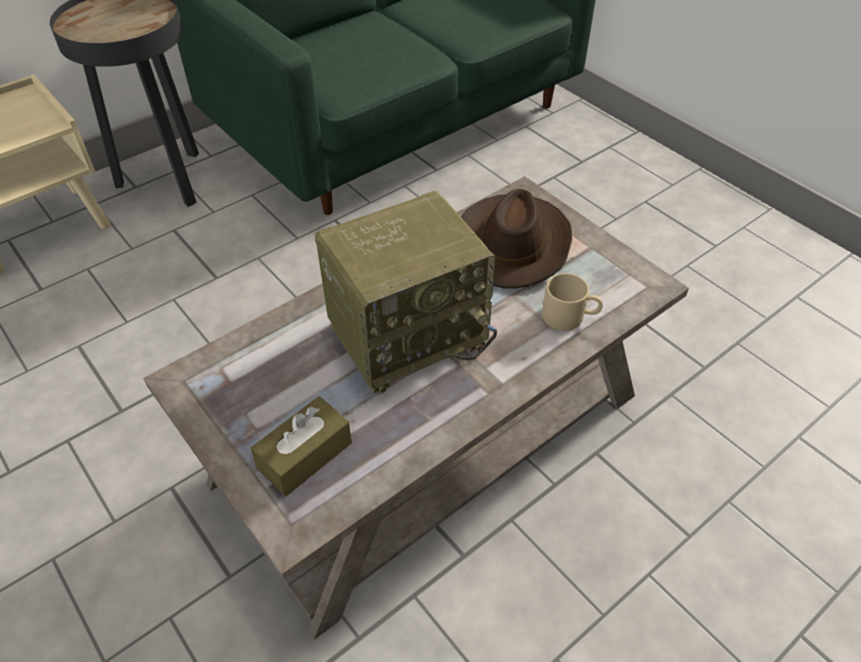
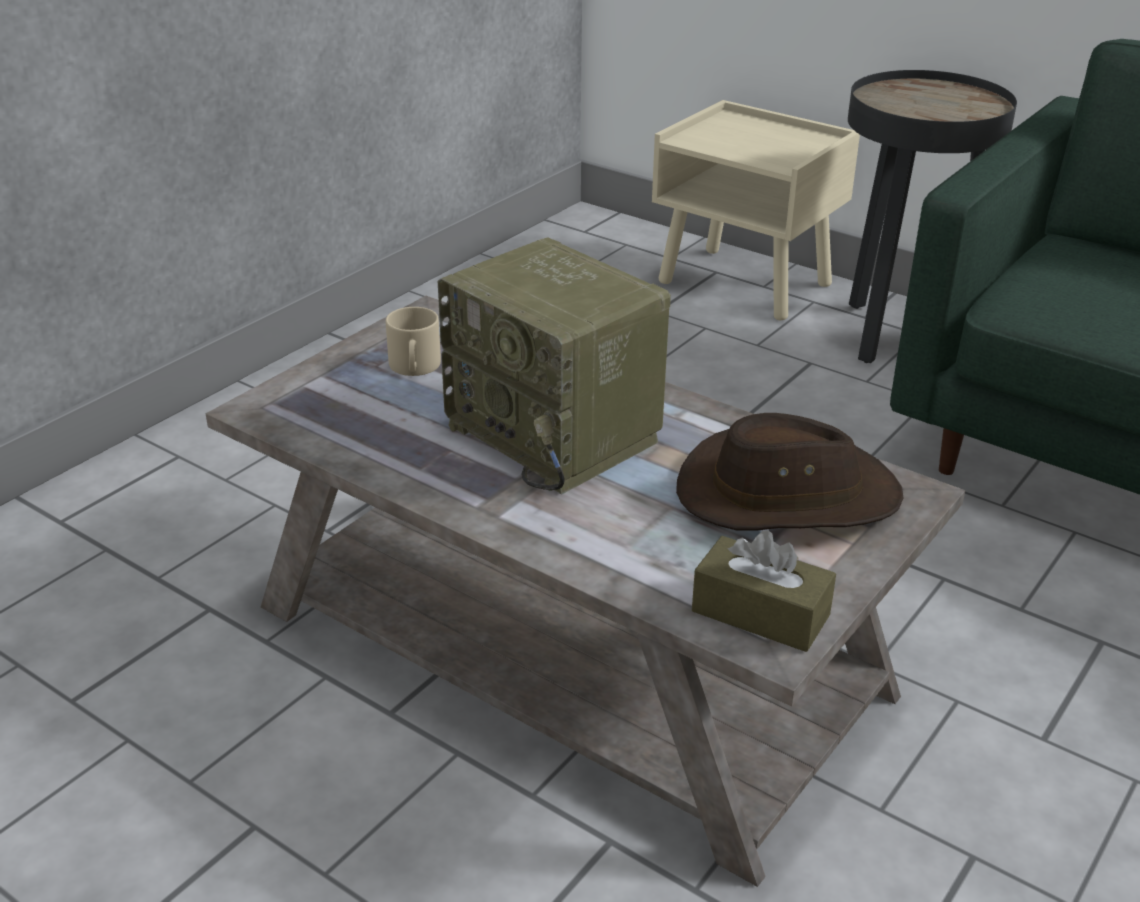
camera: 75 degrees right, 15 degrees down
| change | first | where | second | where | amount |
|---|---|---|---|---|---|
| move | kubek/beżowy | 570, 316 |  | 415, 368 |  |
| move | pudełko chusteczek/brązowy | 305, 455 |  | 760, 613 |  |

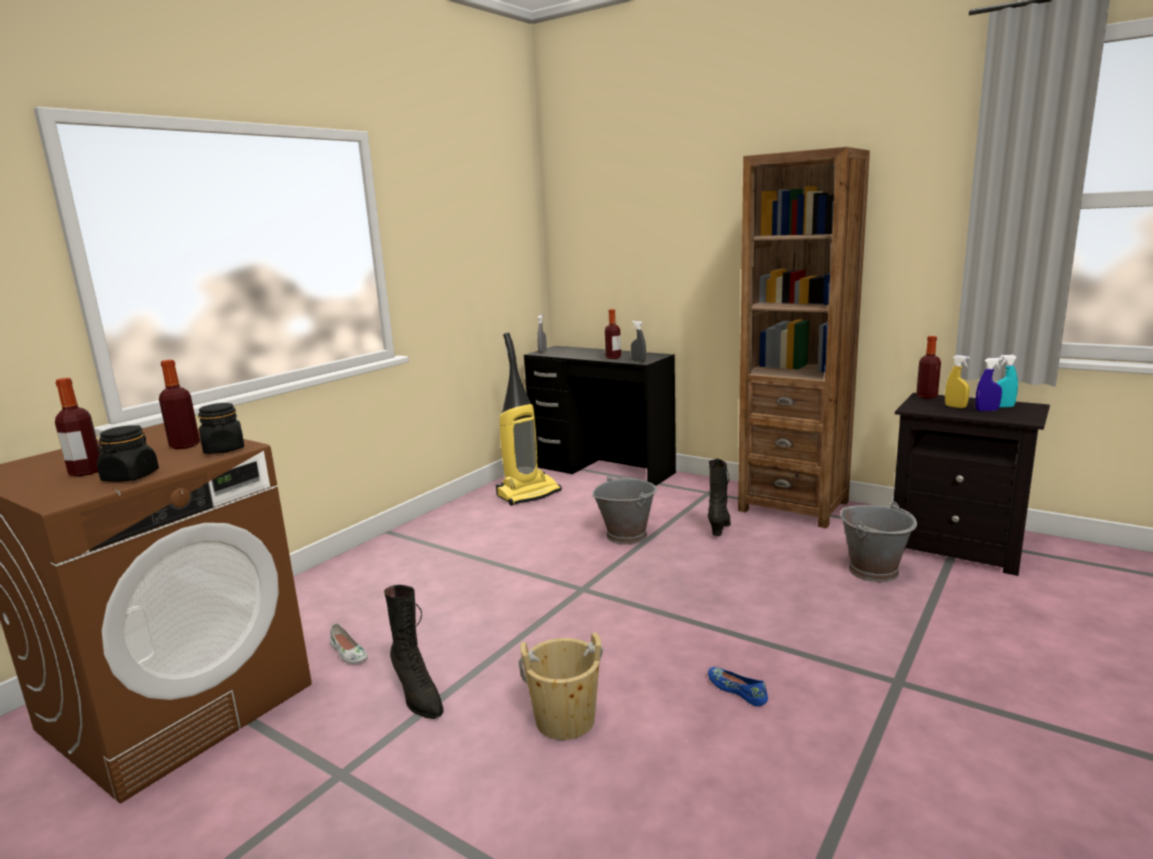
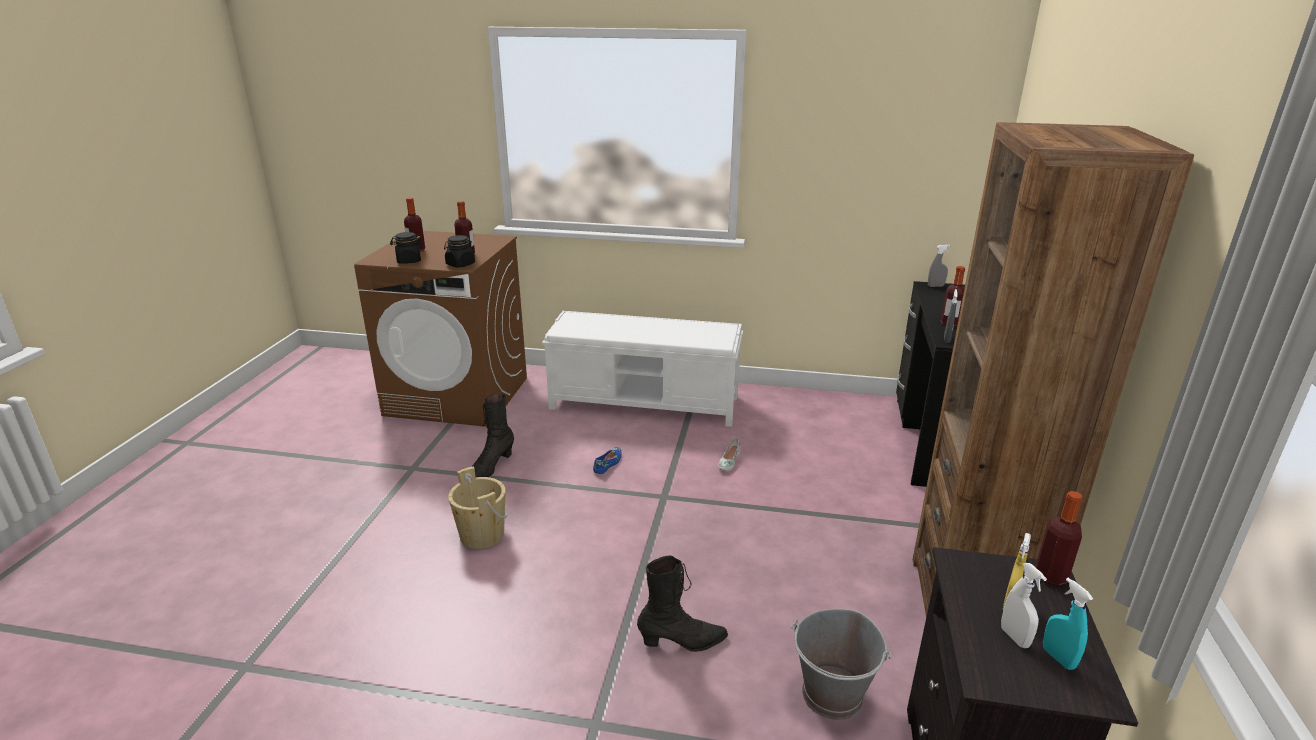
camera: 65 degrees right, 10 degrees up
| change | first | where | second | where | amount |
|---|---|---|---|---|---|
| insert |  |  | ławka/biały | 646, 403 |  |
| move | but/niebieski | 737, 690 |  | 608, 463 |  |
| move | but z cholewką/czarny | 719, 527 |  | 683, 642 |  |
| move | but/biały | 348, 653 |  | 728, 461 |  |
| recolor | spryskiwacz/niebieski | 986, 410 | spryskiwacz/biały | 1014, 637 |  |
| delete | odkurzacz | 528, 494 |  |  |  |
| delete | wiadro/szary | 626, 535 |  |  |  |

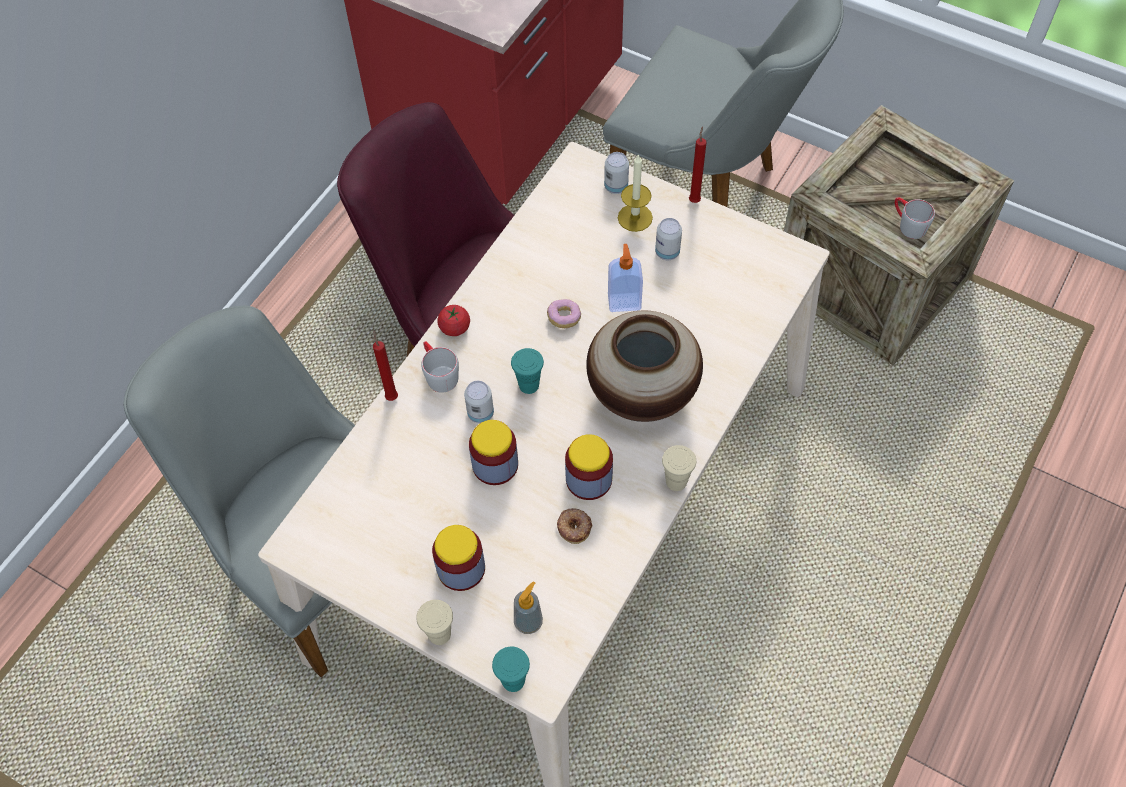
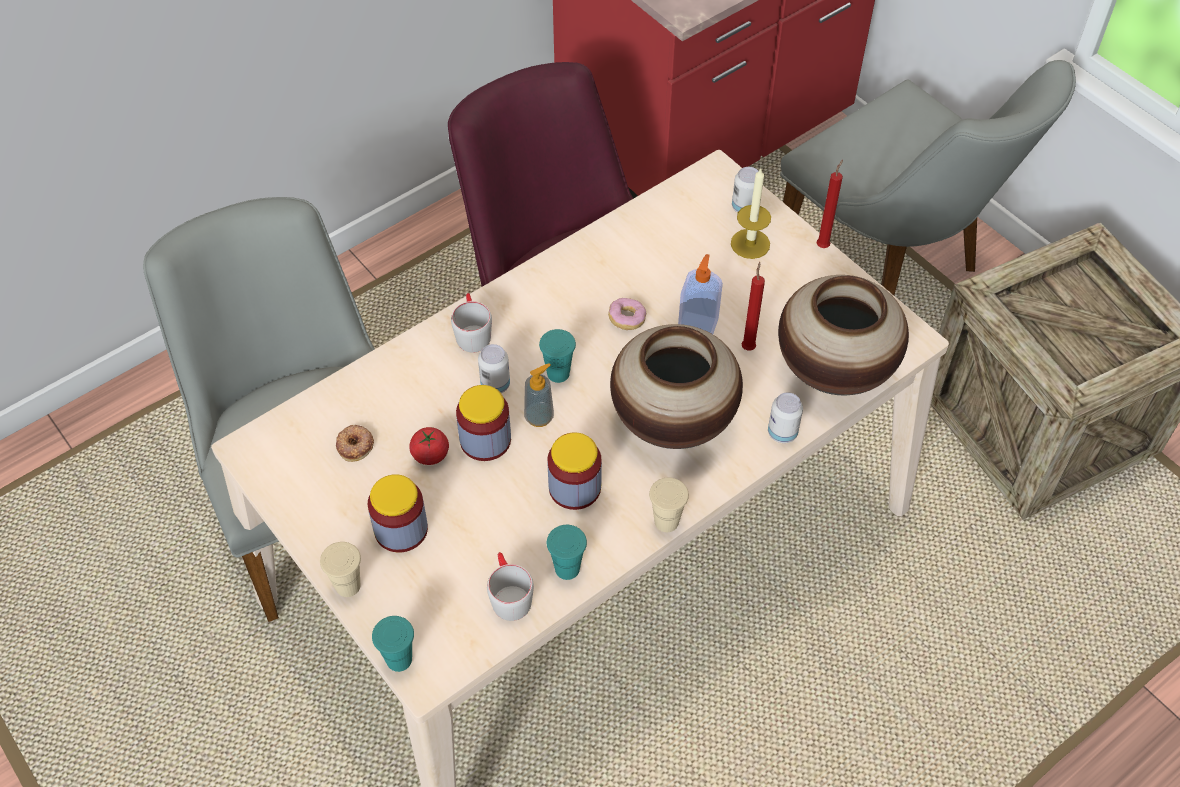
camera: 20 degrees right, 5 degrees down
| change | first | where | second | where | amount |
|---|---|---|---|---|---|
| move | donut | 574, 527 |  | 355, 445 |  |
| move | pomidor | 455, 328 |  | 430, 455 |  |
| move | kubek/szary | 907, 224 |  | 508, 594 |  |
| move | dozownik mydła | 528, 622 |  | 539, 417 |  |
| insert |  |  | filiżanka/turkusowy | 567, 569 |  |
| move | świeca/czerwony | 391, 396 |  | 748, 346 |  |
| move | puszka | 667, 252 |  | 782, 433 |  |
| insert |  |  | wazon | 834, 369 |  |

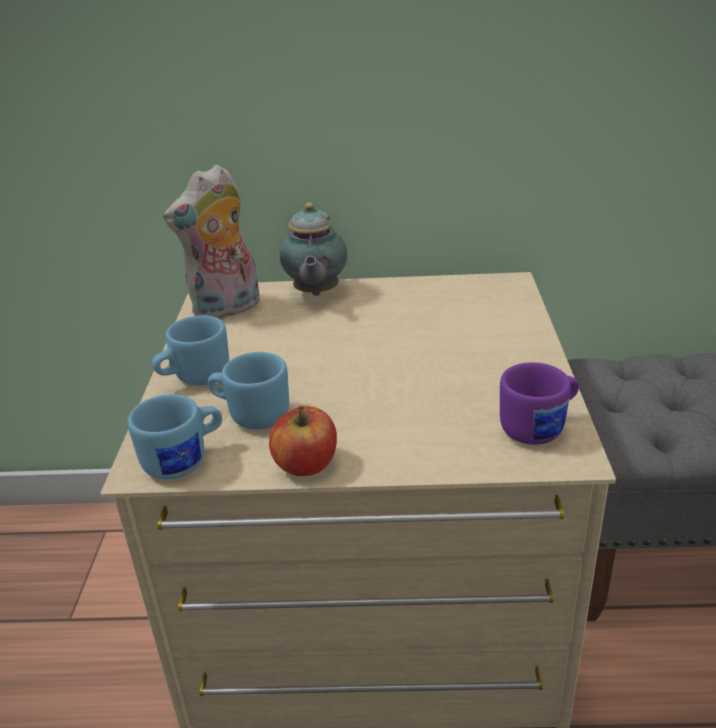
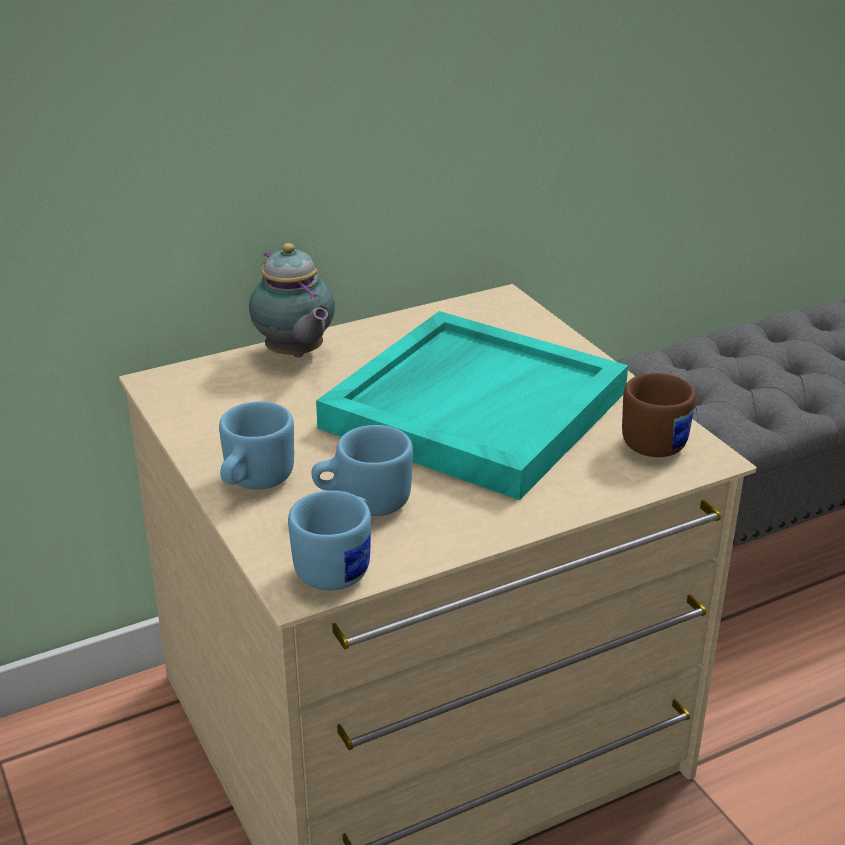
camera: 30 degrees left, 0 degrees up
| change | first | where | second | where | amount |
|---|---|---|---|---|---|
| insert |  |  | taca/turkusowy | 474, 408 |  |
| recolor | kubek/fioletowy | 540, 428 | kubek/brązowy | 659, 440 |  |
| delete | pluszak | 227, 309 |  |  |  |
| delete | jabłko | 306, 464 |  |  |  |

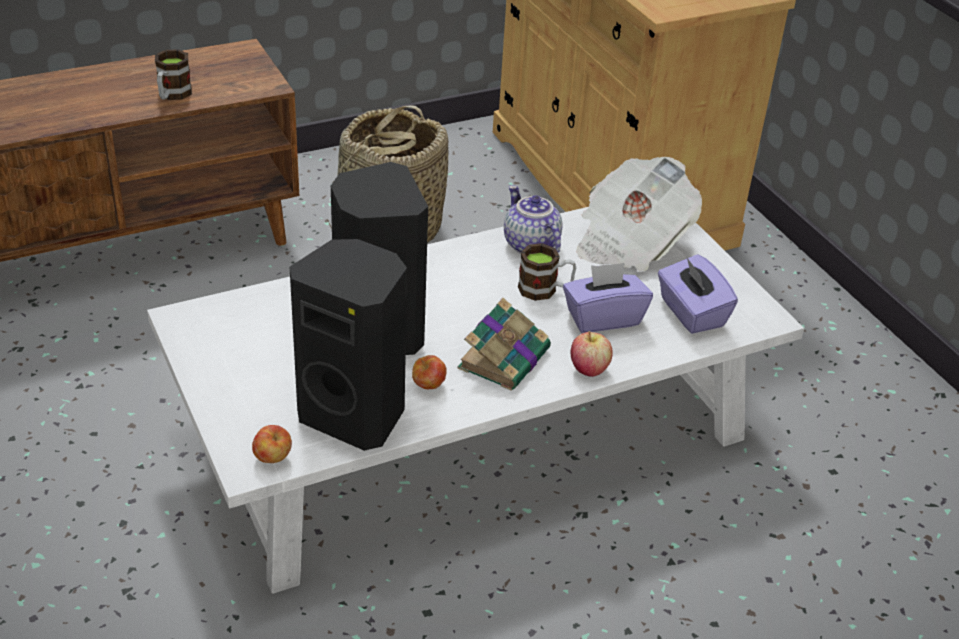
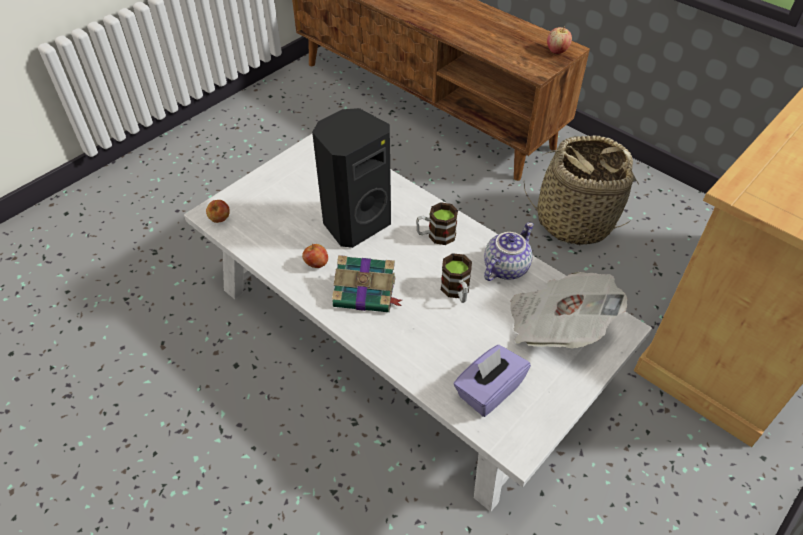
camera: 70 degrees right, 10 degrees up
| change | first | where | second | where | amount |
|---|---|---|---|---|---|
| move | kubek | 172, 95 |  | 436, 235 |  |
| move | jabłko | 589, 369 |  | 557, 51 |  |
| delete | głośnik/czarny | 355, 414 |  |  |  |
| delete | pudełko chusteczek/fioletowy | 603, 318 |  |  |  |

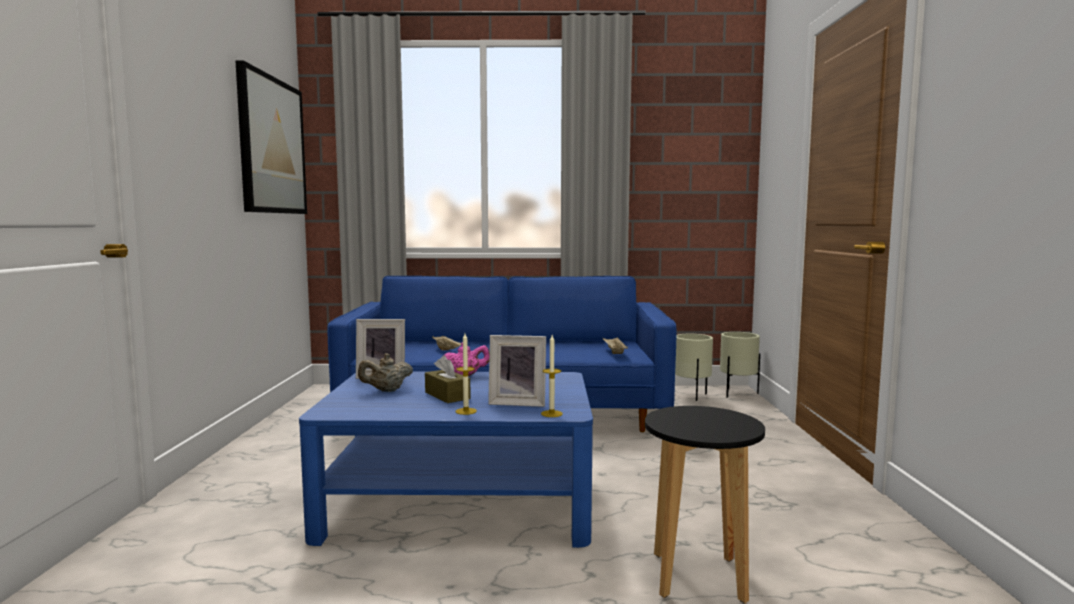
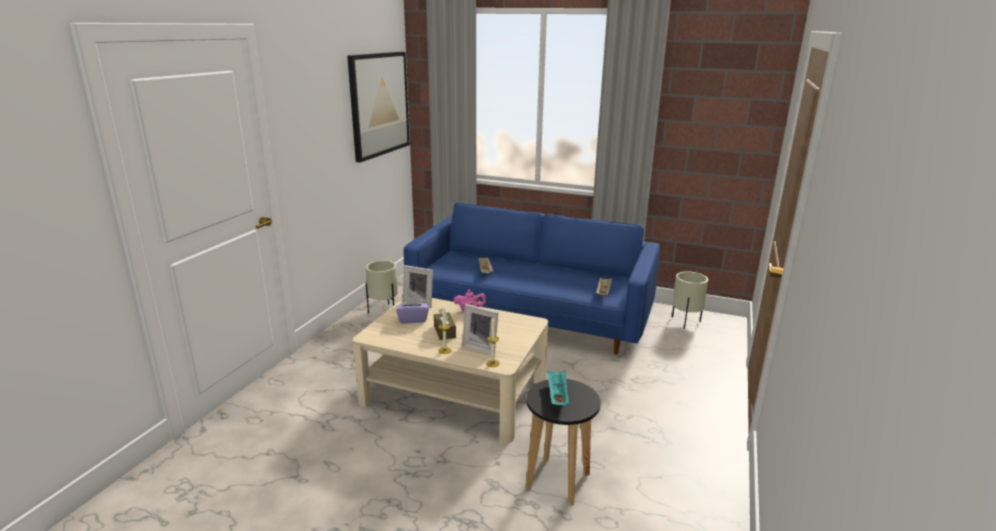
camera: 20 degrees right, 15 degrees up
| change | first | where | second | where | amount |
|---|---|---|---|---|---|
| recolor | ława/niebieski | 460, 501 | ława/beżowy | 455, 392 |  |
| move | donica/beżowy | 737, 393 |  | 384, 310 |  |
| replace | imbryk/beżowy | 386, 390 | pudełko chusteczek/fioletowy | 413, 319 |  |
| insert |  |  | taca/turkusowy | 557, 395 |  |

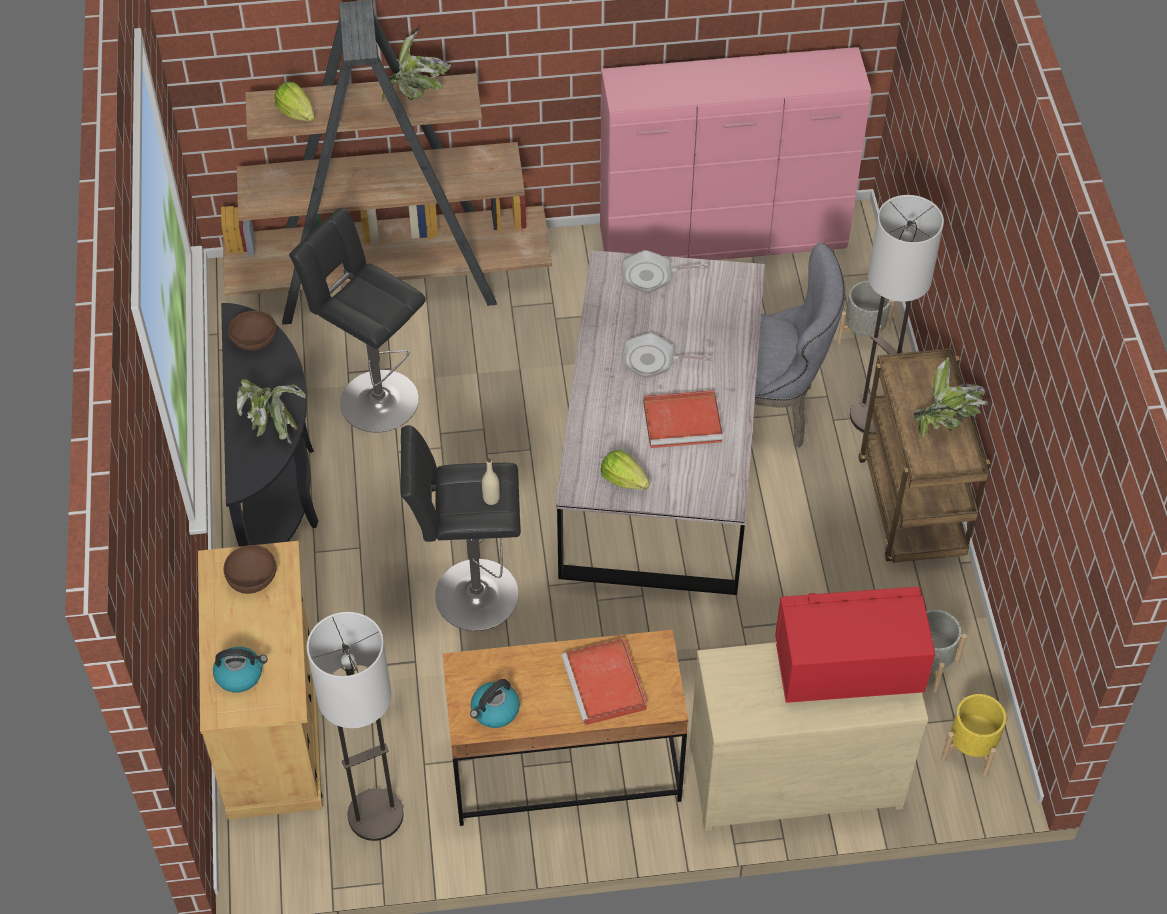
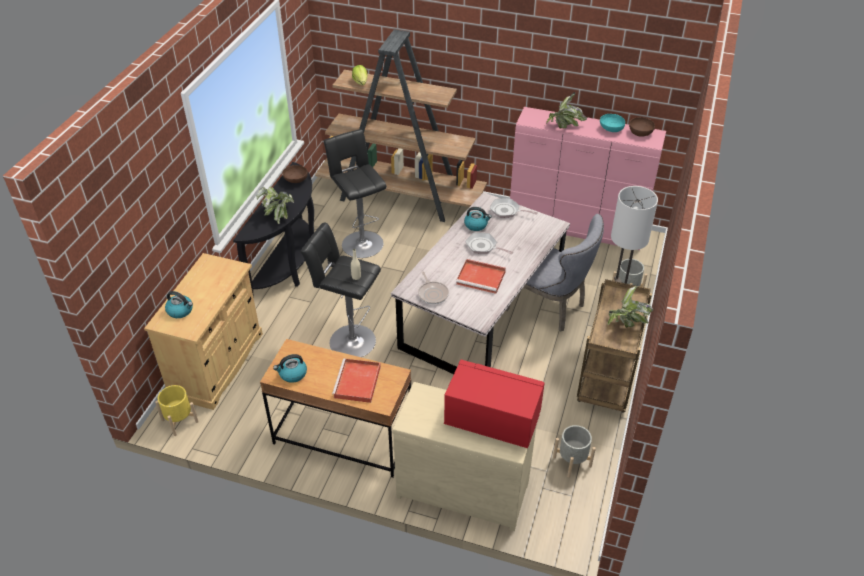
camera: 25 degrees right, 10 degrees down
| change | first | where | second | where | amount |
|---|---|---|---|---|---|
| move | donica/żółty | 970, 749 |  | 179, 421 |  |
| replace | sałata | 623, 480 | patelnia | 432, 293 |  |
| insert |  |  | czajnik | 476, 225 |  |
| move | roślina doniczkowa | 415, 93 |  | 564, 127 |  |
| insert |  |  | miska/turkusowy | 611, 129 |  |
| move | miska/brązowy | 252, 578 |  | 640, 133 |  |
| delete | lampa stojąca | 375, 815 |  |  |  |

